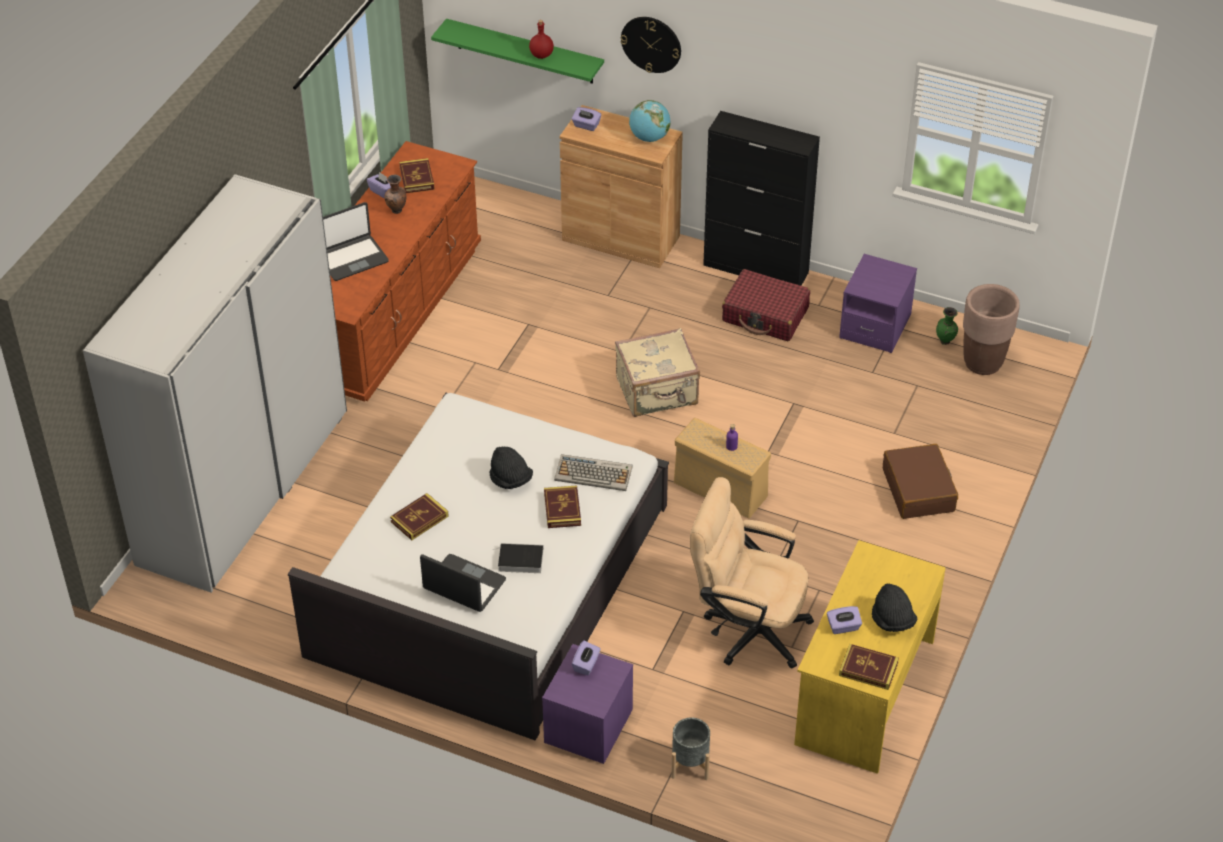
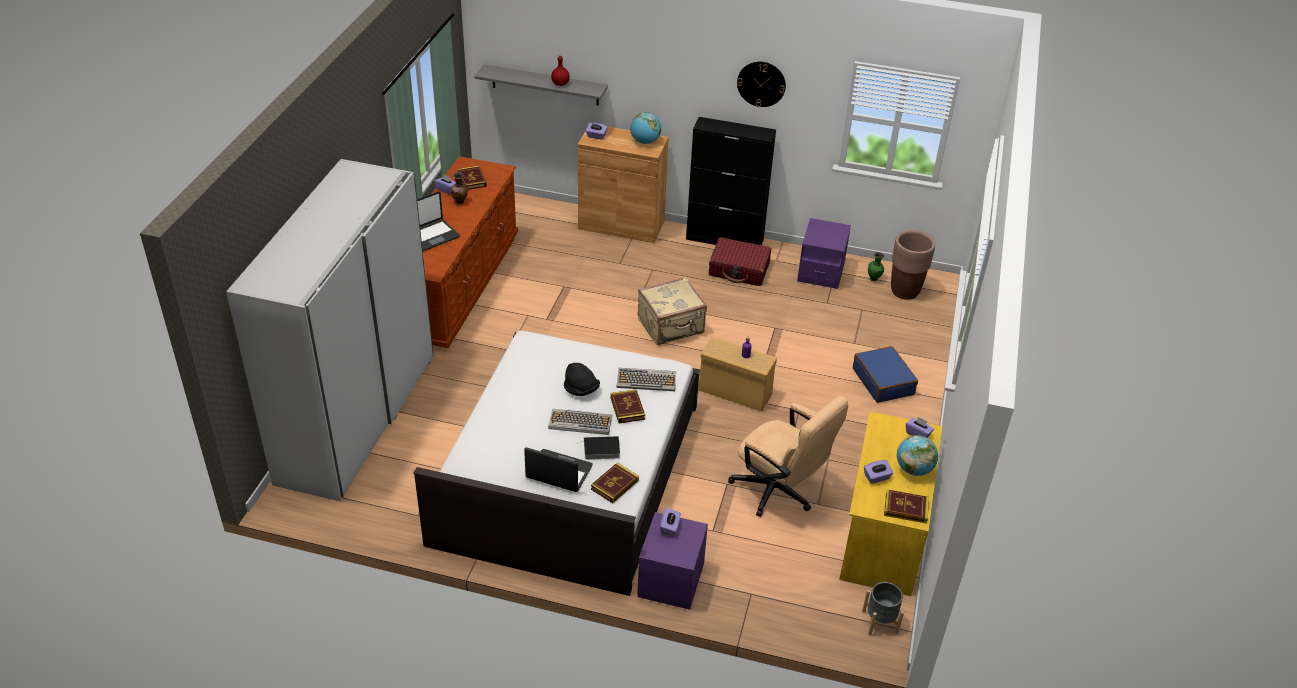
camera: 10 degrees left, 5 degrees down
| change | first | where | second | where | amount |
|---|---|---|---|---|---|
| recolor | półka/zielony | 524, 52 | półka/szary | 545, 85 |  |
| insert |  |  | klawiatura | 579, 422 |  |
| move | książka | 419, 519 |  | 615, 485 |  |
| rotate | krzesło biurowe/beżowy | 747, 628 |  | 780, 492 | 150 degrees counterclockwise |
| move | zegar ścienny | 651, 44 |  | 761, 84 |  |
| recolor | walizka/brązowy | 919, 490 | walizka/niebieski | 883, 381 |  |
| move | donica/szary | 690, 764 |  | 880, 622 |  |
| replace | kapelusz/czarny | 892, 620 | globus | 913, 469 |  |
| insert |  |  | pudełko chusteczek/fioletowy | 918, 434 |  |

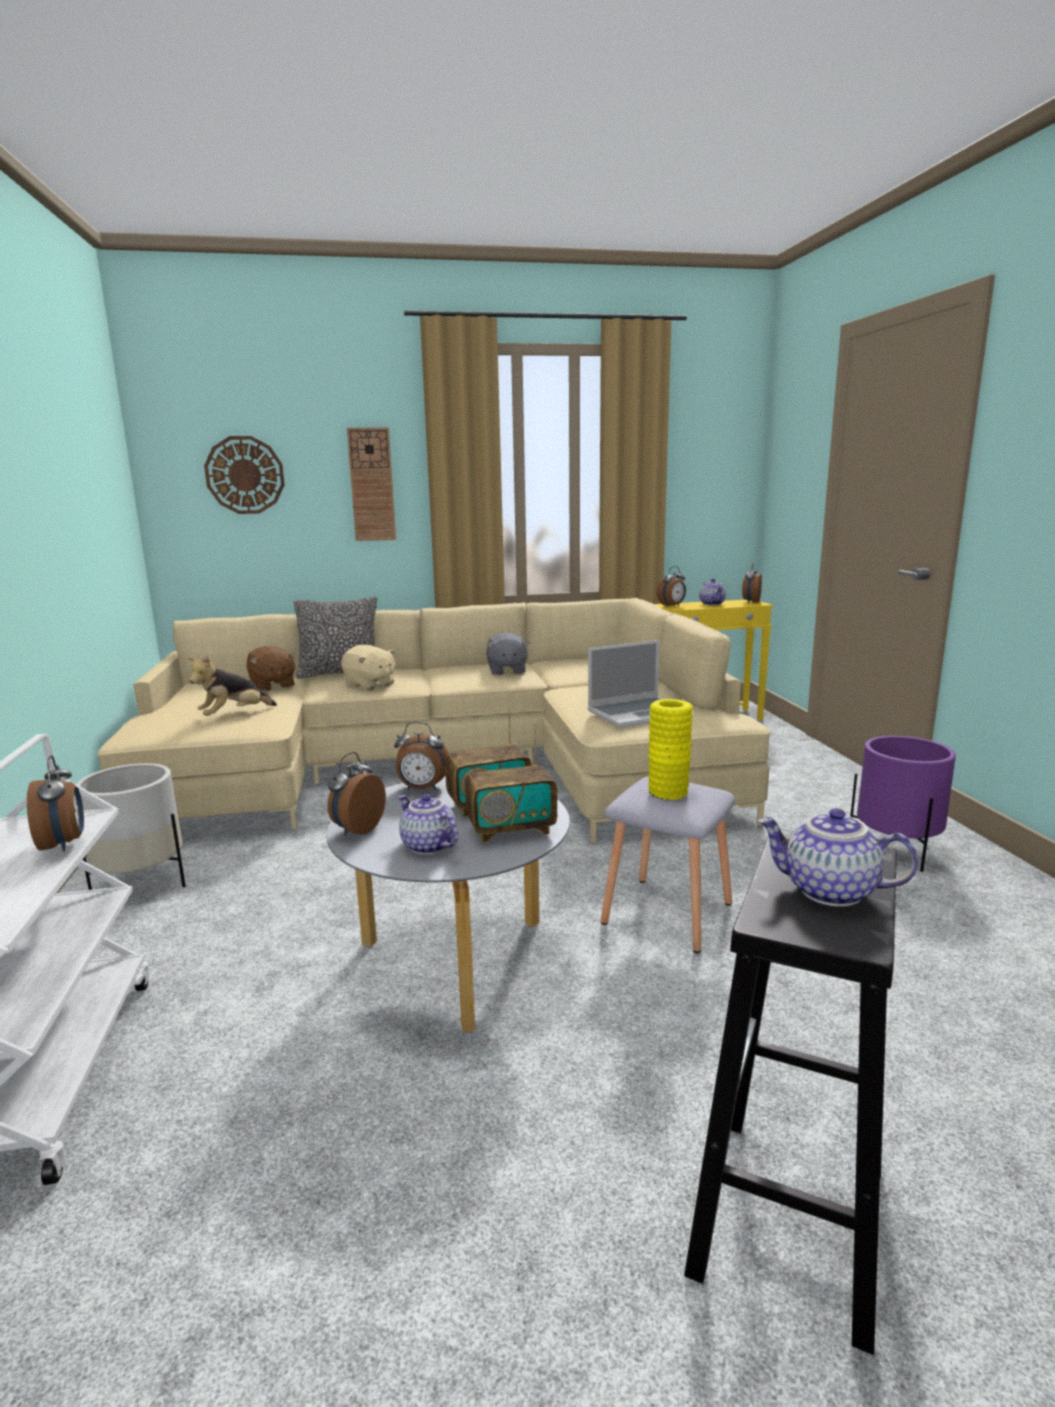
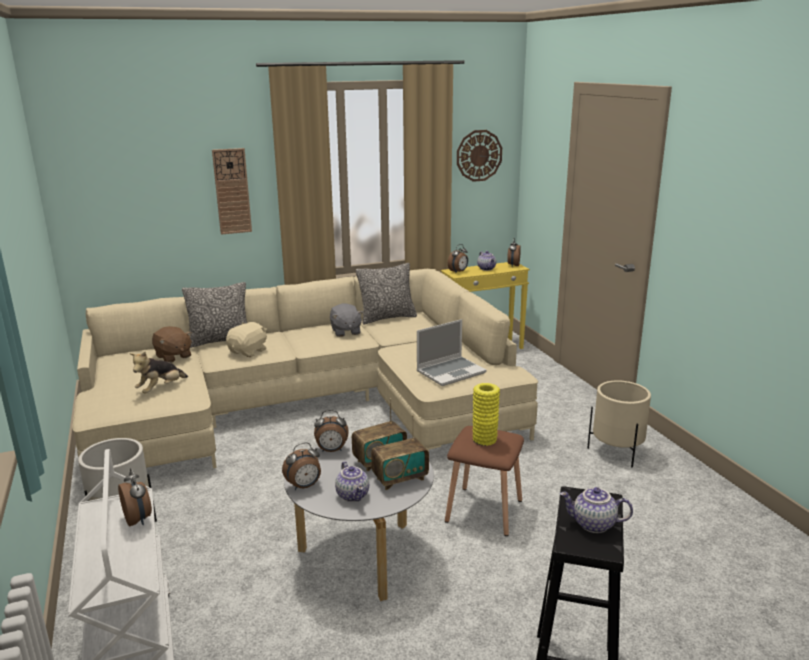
camera: 10 degrees left, 5 degrees up
| change | first | where | second | where | amount |
|---|---|---|---|---|---|
| rotate | pluszak/beżowy | 369, 684 |  | 248, 351 | 90 degrees counterclockwise |
| rotate | budzik | 357, 829 |  | 304, 486 | 135 degrees counterclockwise |
| rotate | imbryk | 427, 846 |  | 353, 495 | 150 degrees counterclockwise |
| insert |  |  | poduszka | 387, 318 |  |
| recolor | stołek/szary | 665, 913 | stołek/brązowy | 482, 511 |  |
| move | zegar ścienny | 245, 475 |  | 479, 155 |  |
| recolor | donica/fioletowy | 896, 849 | donica/beżowy | 616, 452 |  |

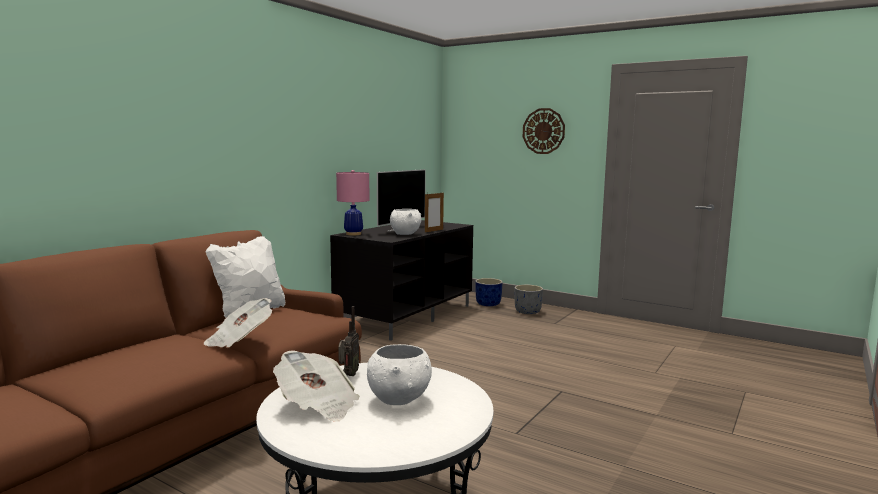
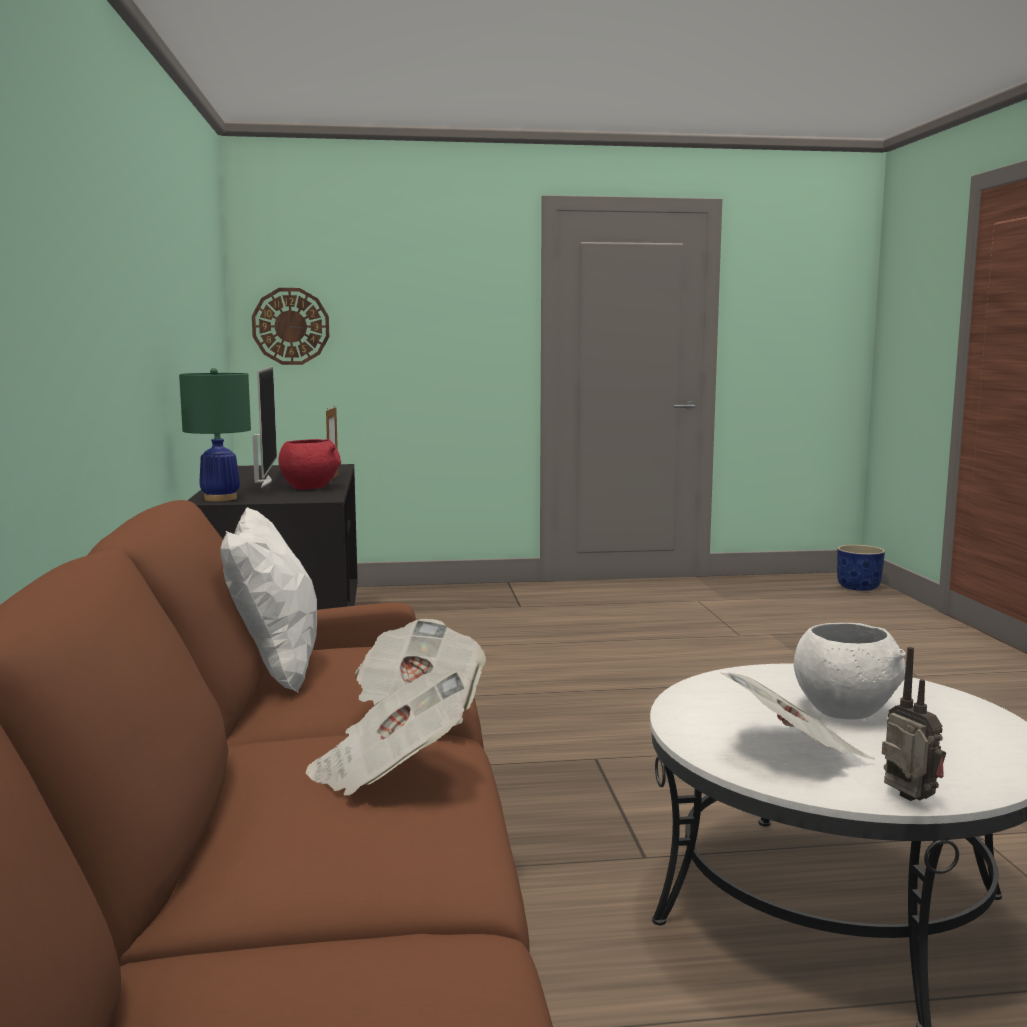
camera: 40 degrees left, 0 degrees up
| change | first | where | second | where | amount |
|---|---|---|---|---|---|
| recolor | lampa stołowa/różowy | 353, 234 | lampa stołowa/zielony | 220, 498 |  |
| move | zegar ścienny | 543, 131 |  | 291, 326 |  |
| recolor | miska/biały | 405, 234 | miska/czerwony | 310, 488 |  |
| insert |  |  | gazeta | 388, 771 |  |
| move | donica/niebieski | 488, 304 |  | 859, 587 |  |
| move | radio | 348, 375 |  | 906, 800 |  |
| delete | donica/szary | 528, 311 |  |  |  |

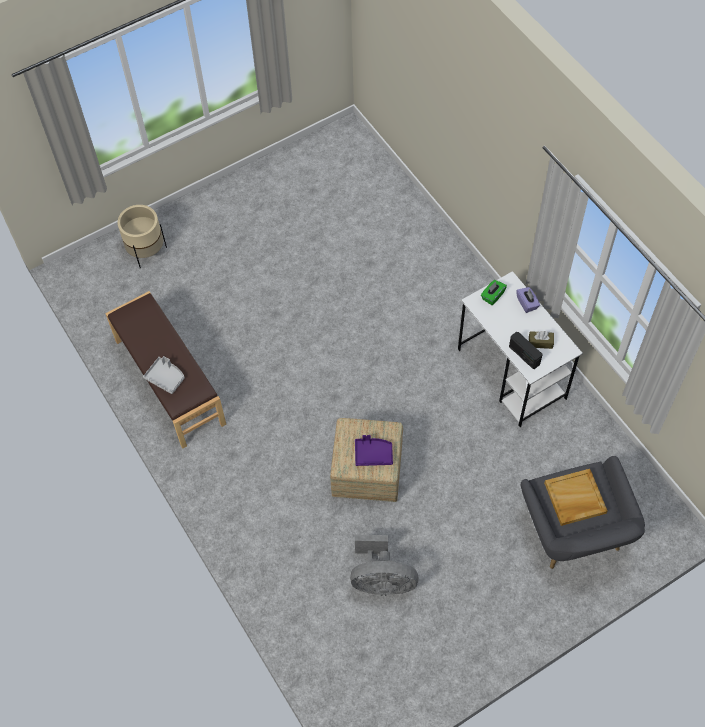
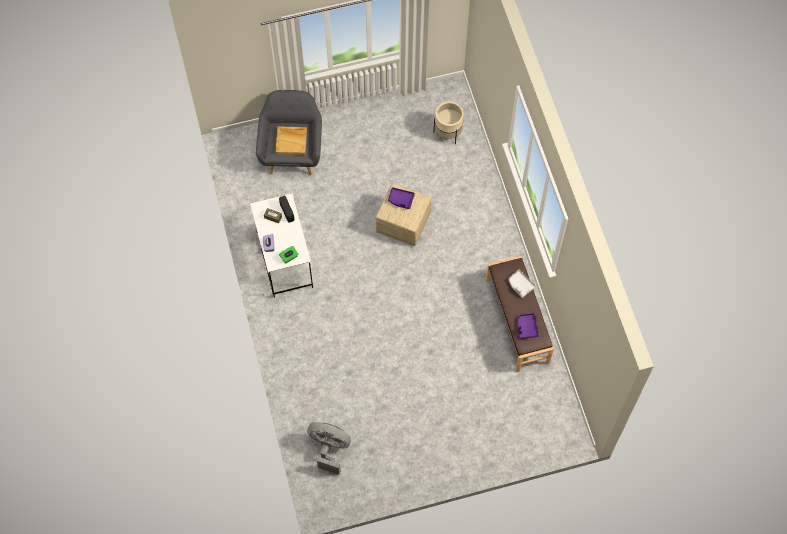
camera: 165 degrees left, 5 degrees up
| change | first | where | second | where | amount |
|---|---|---|---|---|---|
| move | wentylator/szary | 381, 581 |  | 329, 448 |  |
| move | donica/beżowy | 146, 252 |  | 448, 133 |  |
| insert |  |  | taca/fioletowy | 526, 327 |  |

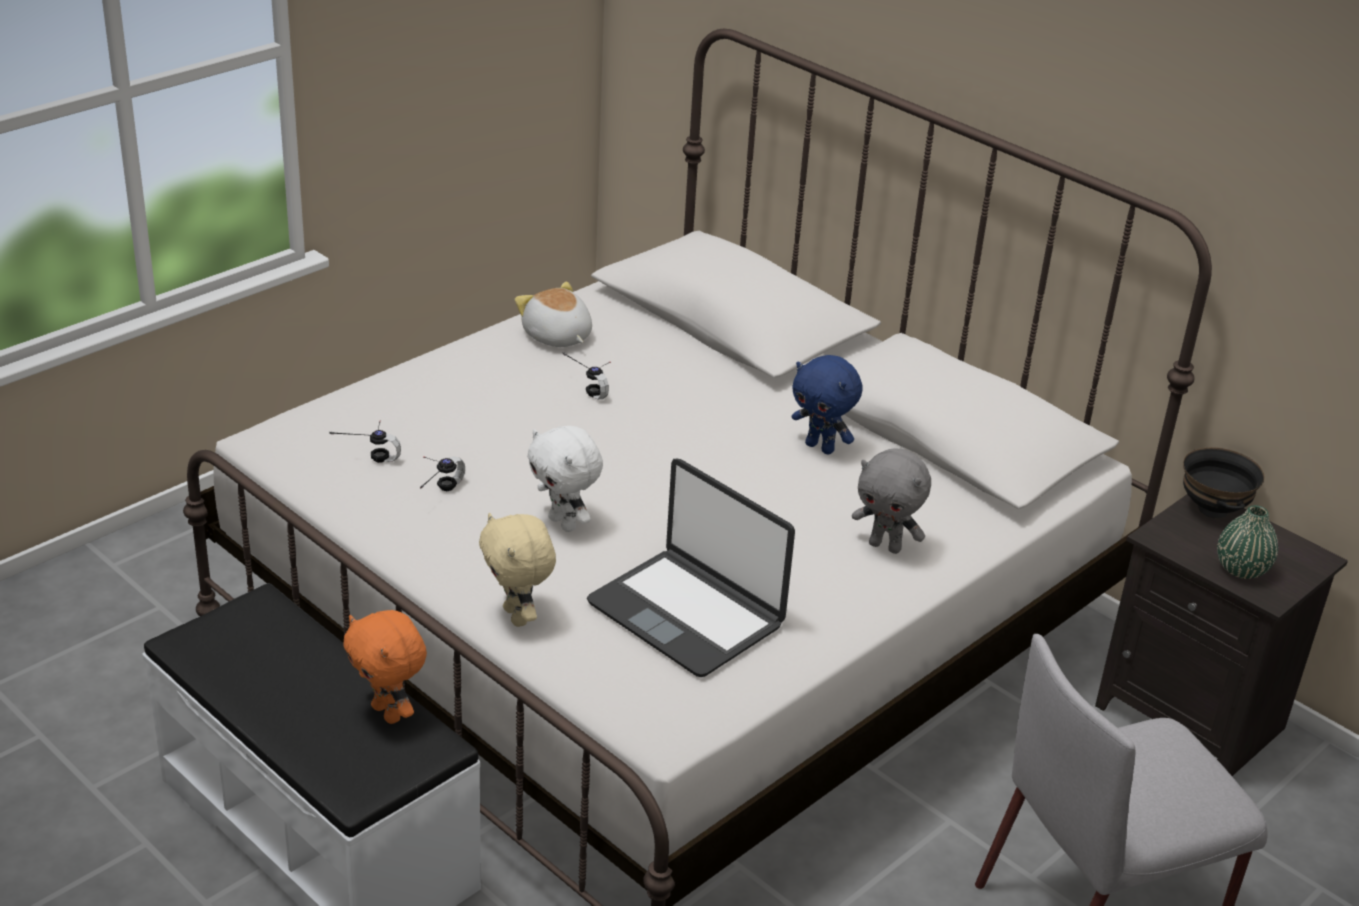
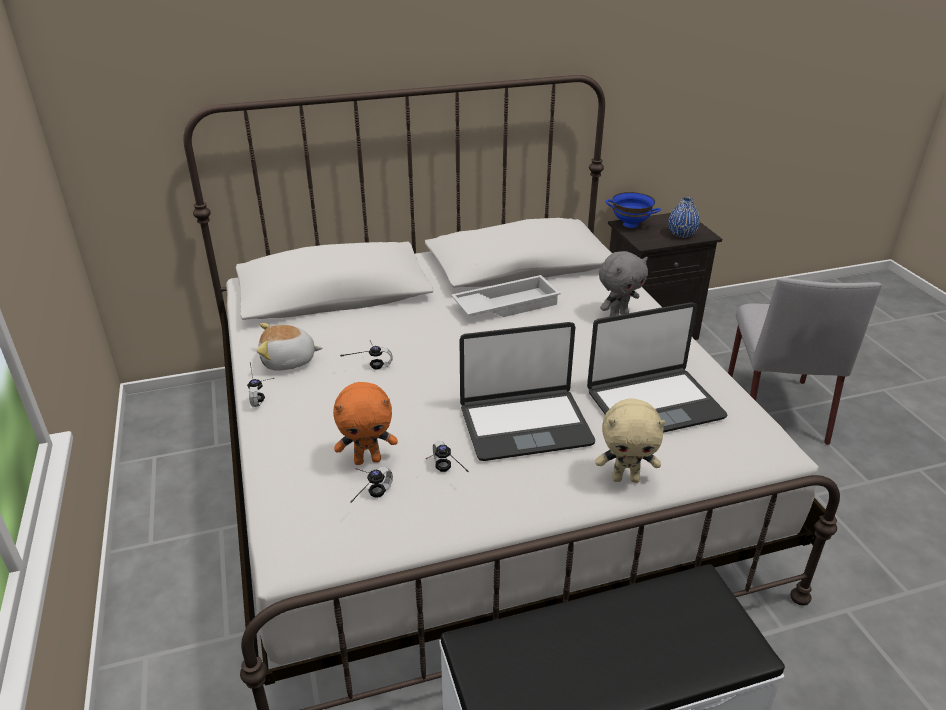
camera: 60 degrees left, 0 degrees up
| change | first | where | second | where | amount |
|---|---|---|---|---|---|
| insert |  |  | słuchawki | 263, 395 |  |
| move | pluszak/pomarańczowy | 388, 713 |  | 368, 460 |  |
| replace | pluszak/niebieski | 821, 447 | taca/biały | 506, 305 |  |
| replace | pluszak/biały | 564, 523 | laptop | 525, 425 |  |
| recolor | miska/czarny | 1213, 510 | miska/niebieski | 630, 224 |  |
| recolor | wazon/zielony | 1241, 569 | wazon/niebieski | 681, 234 |  |

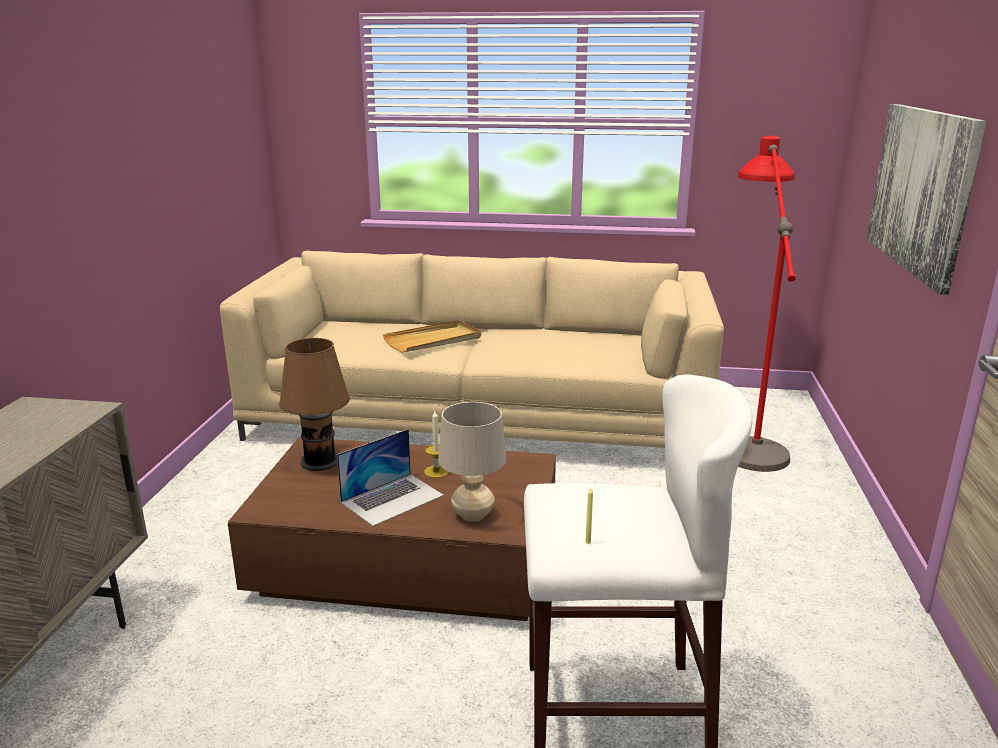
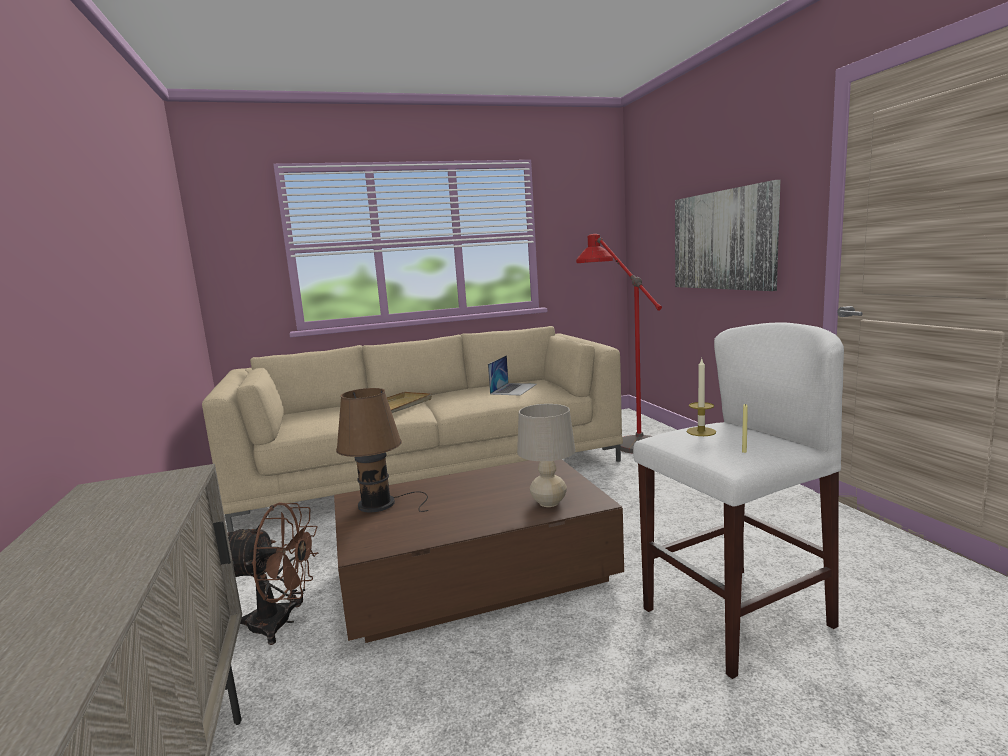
camera: 25 degrees left, 10 degrees down
| change | first | where | second | where | amount |
|---|---|---|---|---|---|
| insert |  |  | wentylator/brązowy | 281, 623 |  |
| move | laptop | 392, 498 |  | 513, 389 |  |
| move | świeca | 436, 471 |  | 701, 431 |  |

